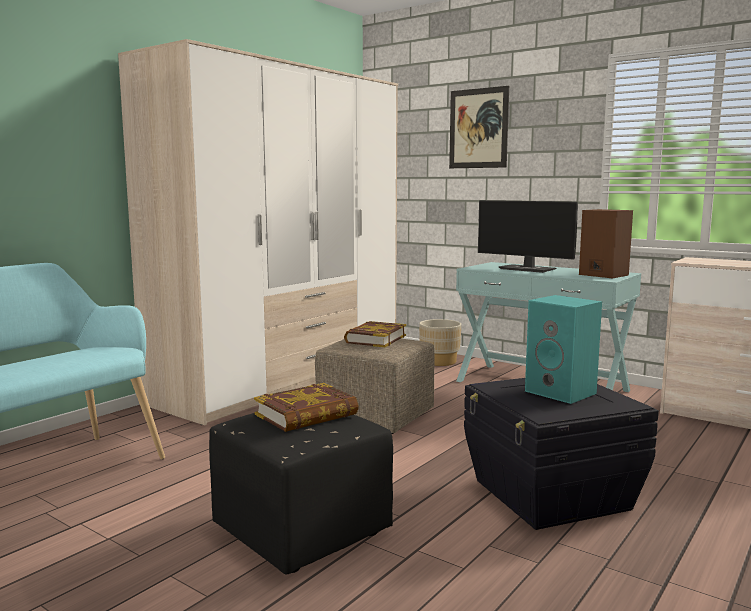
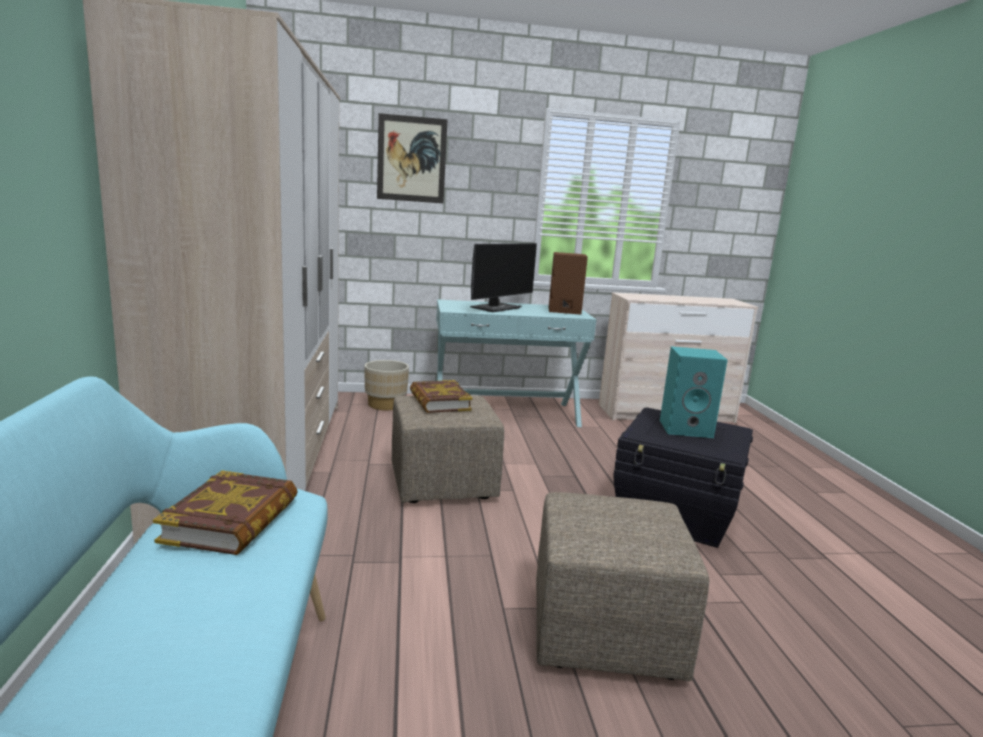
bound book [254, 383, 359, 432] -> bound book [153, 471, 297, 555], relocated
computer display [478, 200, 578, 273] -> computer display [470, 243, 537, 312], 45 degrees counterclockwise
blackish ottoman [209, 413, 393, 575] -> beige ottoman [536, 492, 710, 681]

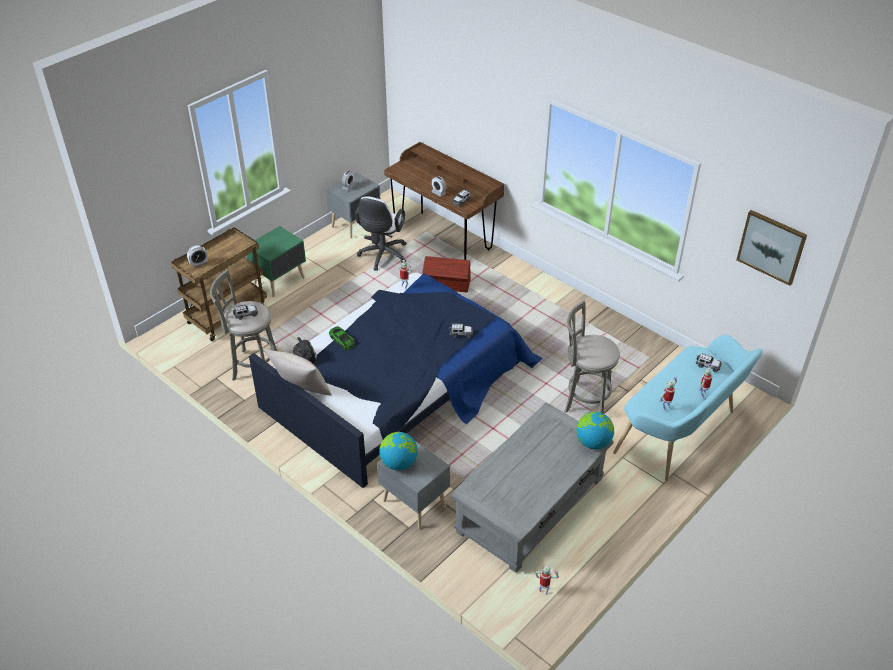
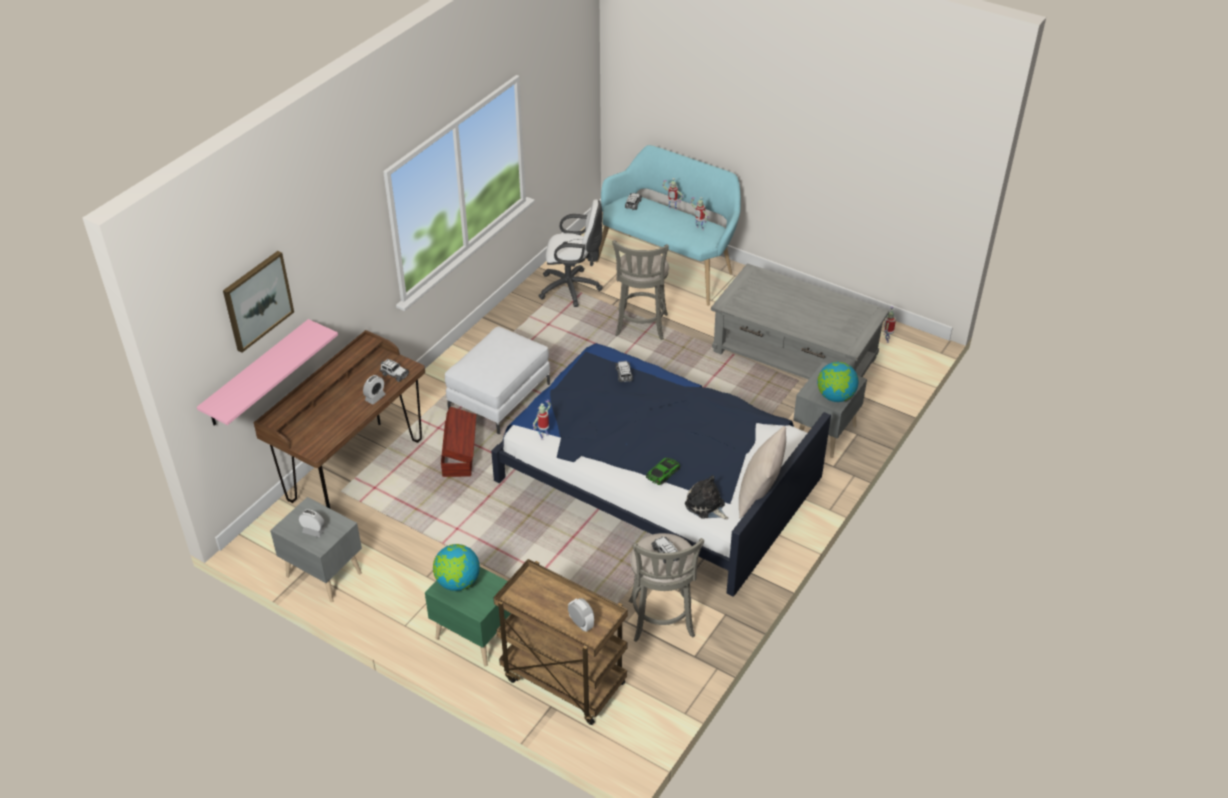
none -> pinkish bracket shelf [197, 319, 338, 426]
wall picture [737, 210, 807, 286] -> wall picture [223, 251, 294, 353], relocated
world globe [576, 412, 614, 449] -> world globe [433, 544, 480, 591], relocated
none -> white ottoman [445, 327, 550, 434]
white office chair [355, 196, 406, 271] -> white office chair [539, 199, 603, 307], relocated

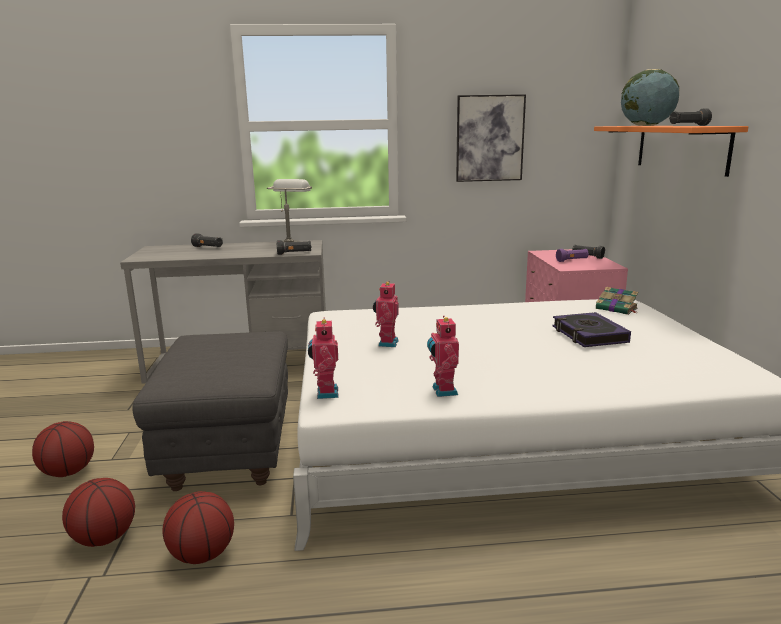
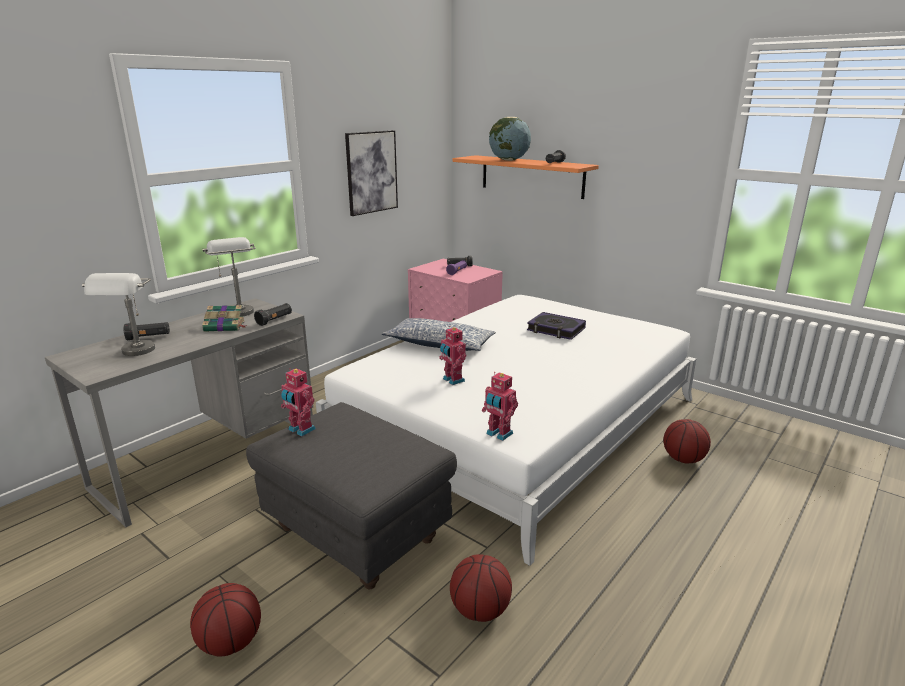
none -> grey lamp for a table [82, 273, 155, 356]
bound book [596, 287, 639, 315] -> bound book [202, 305, 245, 332], relocated
robot figure [427, 315, 459, 397] -> robot figure [281, 368, 316, 437], relocated
none -> pillow [382, 318, 496, 351]
ball for basketball [62, 478, 135, 547] -> ball for basketball [663, 419, 711, 464], relocated

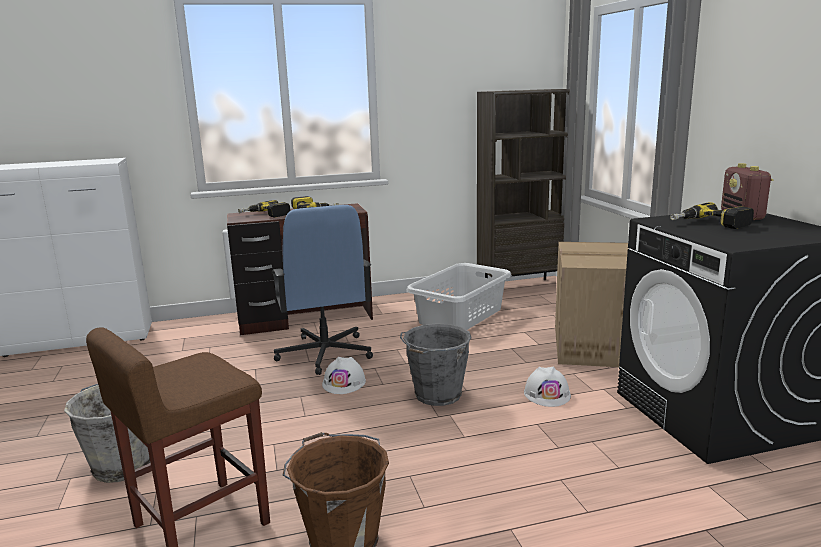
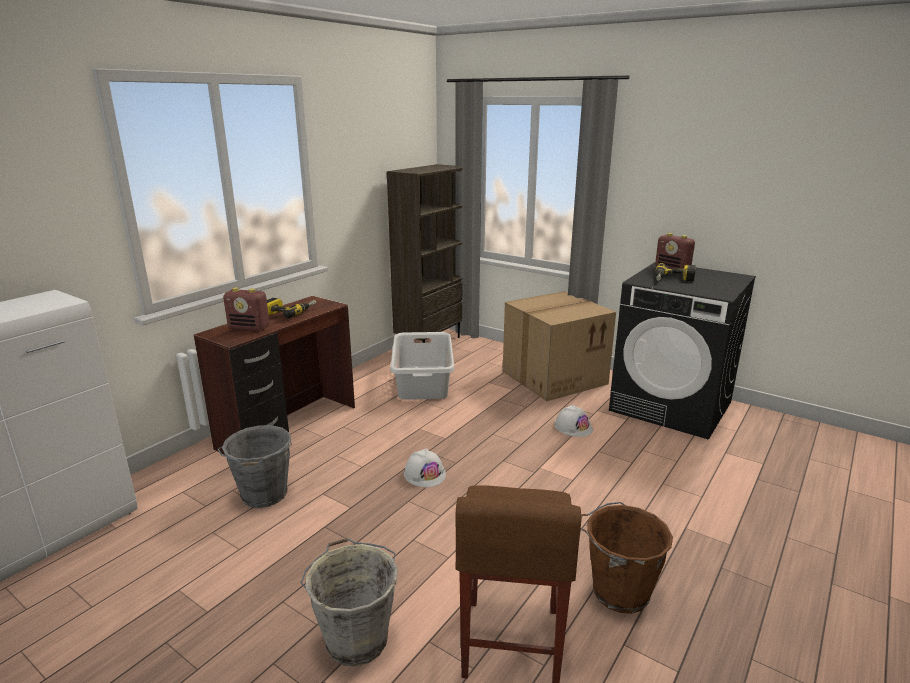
grey water bucket [400, 323, 472, 406] -> grey water bucket [217, 425, 292, 508], relocated
power drill [238, 200, 291, 218] -> radio receiver [223, 287, 269, 331]
bluish office chair [271, 205, 373, 375] -> none

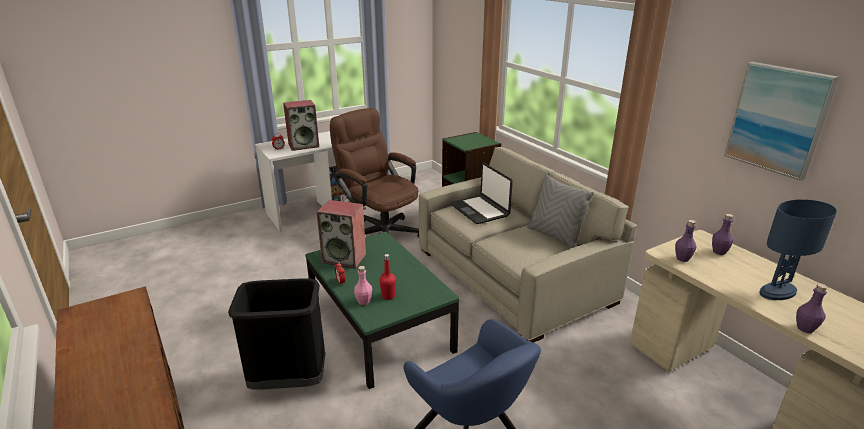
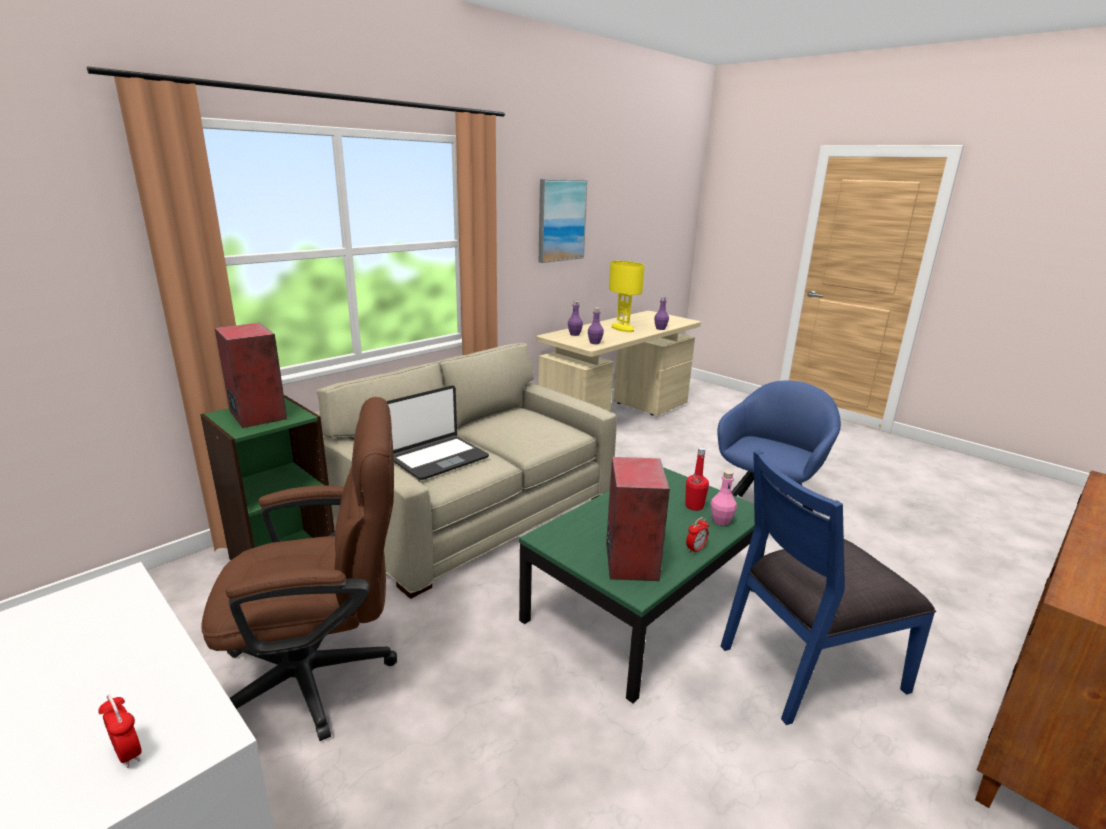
brownish office chair [330, 108, 419, 237] -> brownish office chair [201, 397, 397, 741], 135 degrees counterclockwise
speaker [283, 100, 319, 151] -> speaker [215, 323, 287, 428], relocated
bluish lamp for a table [759, 199, 837, 300] -> yellow-coloured lamp for a table [609, 261, 644, 332]
blackish trash can [228, 278, 325, 390] -> bluish upright chair [721, 450, 936, 725]
grey pillow [527, 174, 594, 248] -> none

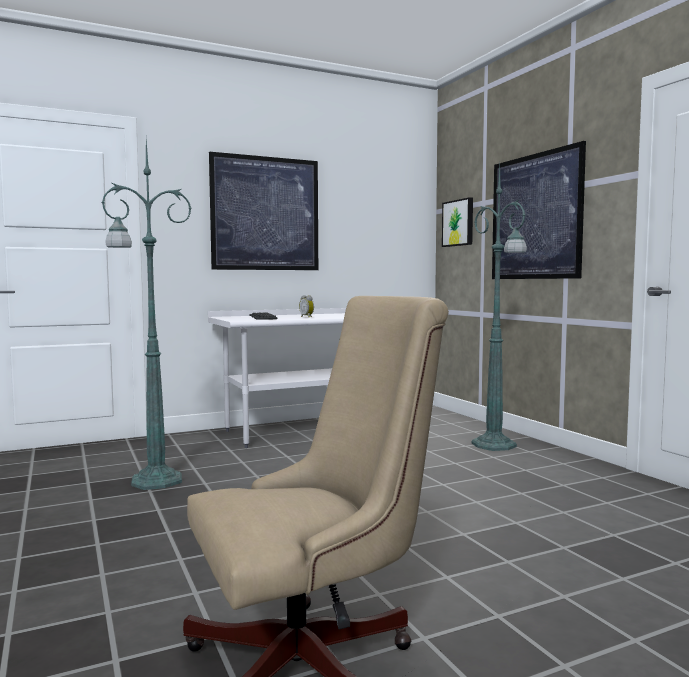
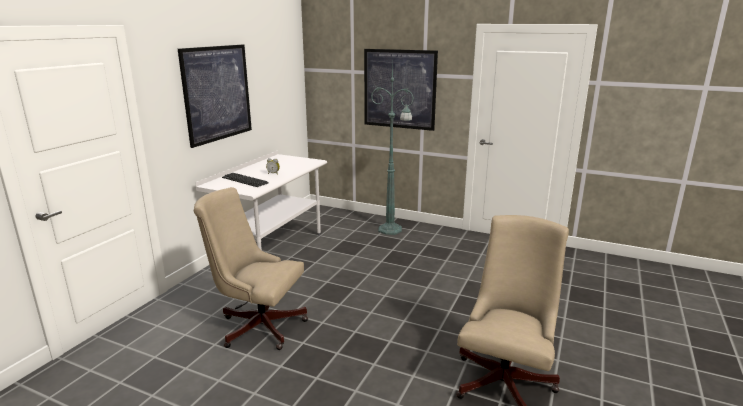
green-coloured standing lamp [101, 140, 192, 490] -> beige office chair [194, 187, 308, 350]
wall picture [442, 197, 473, 247] -> none

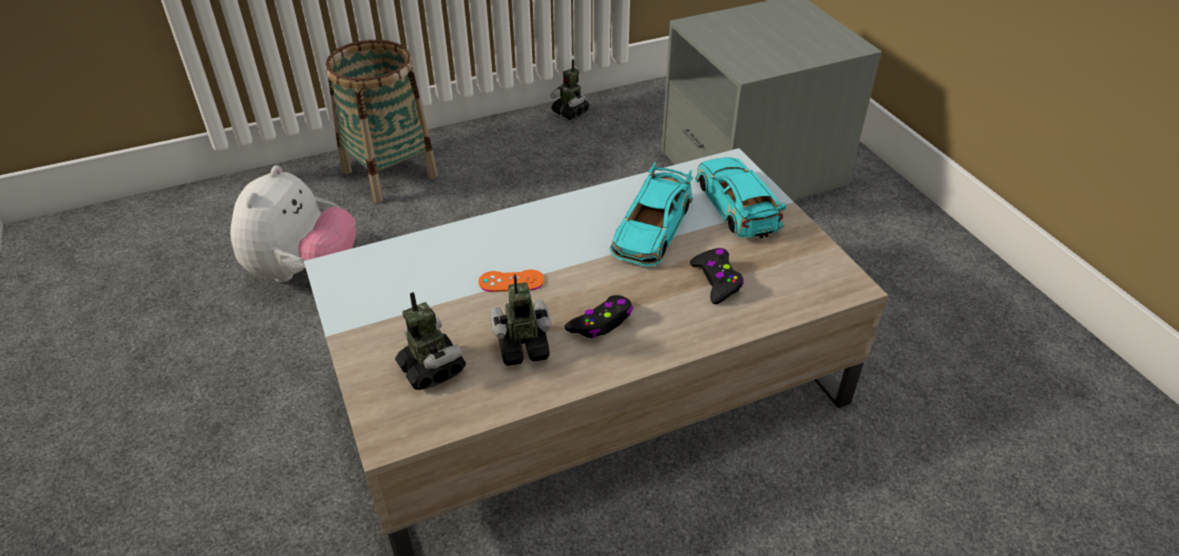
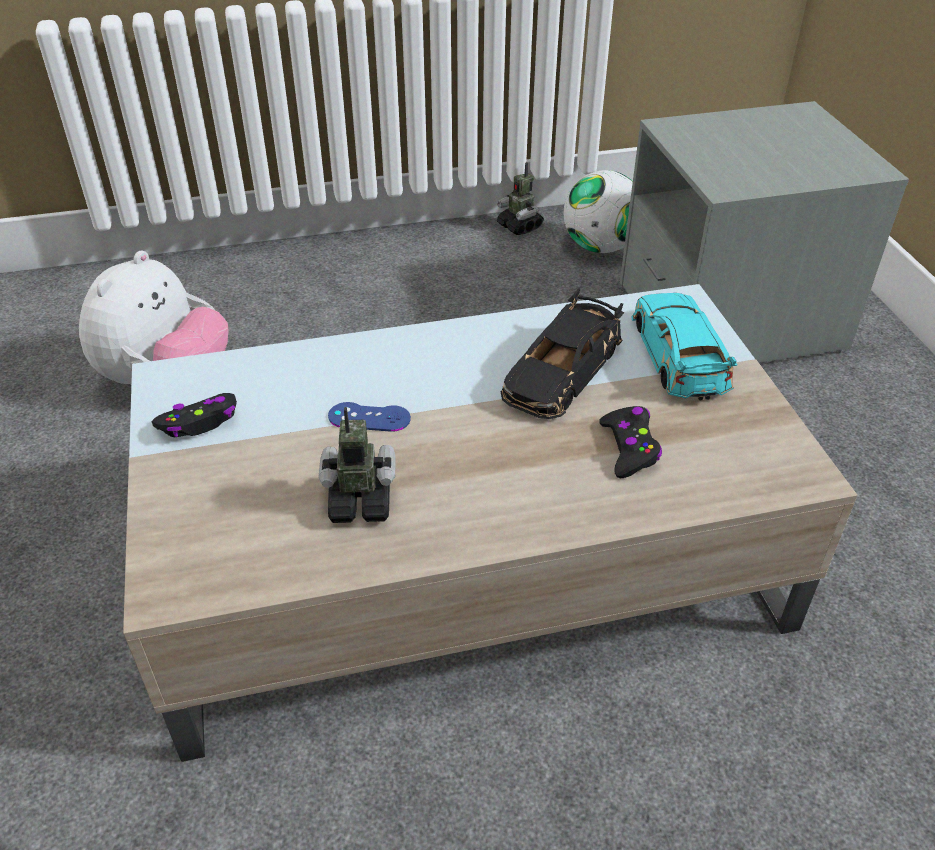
blackish game controller [564, 295, 633, 338] -> blackish game controller [152, 393, 237, 437], relocated
orange game controller [478, 269, 545, 292] -> bluish game controller [328, 402, 411, 432]
turquoise-coloured toy car [610, 162, 693, 266] -> blackish toy car [501, 288, 624, 419]
none -> football ball [564, 170, 633, 253]
household basket [325, 40, 438, 203] -> none
robot figure [395, 292, 466, 390] -> none

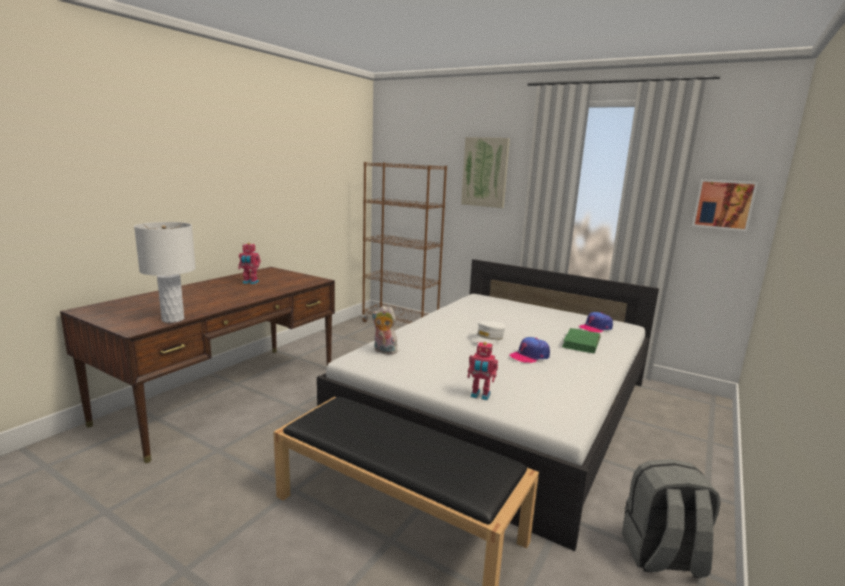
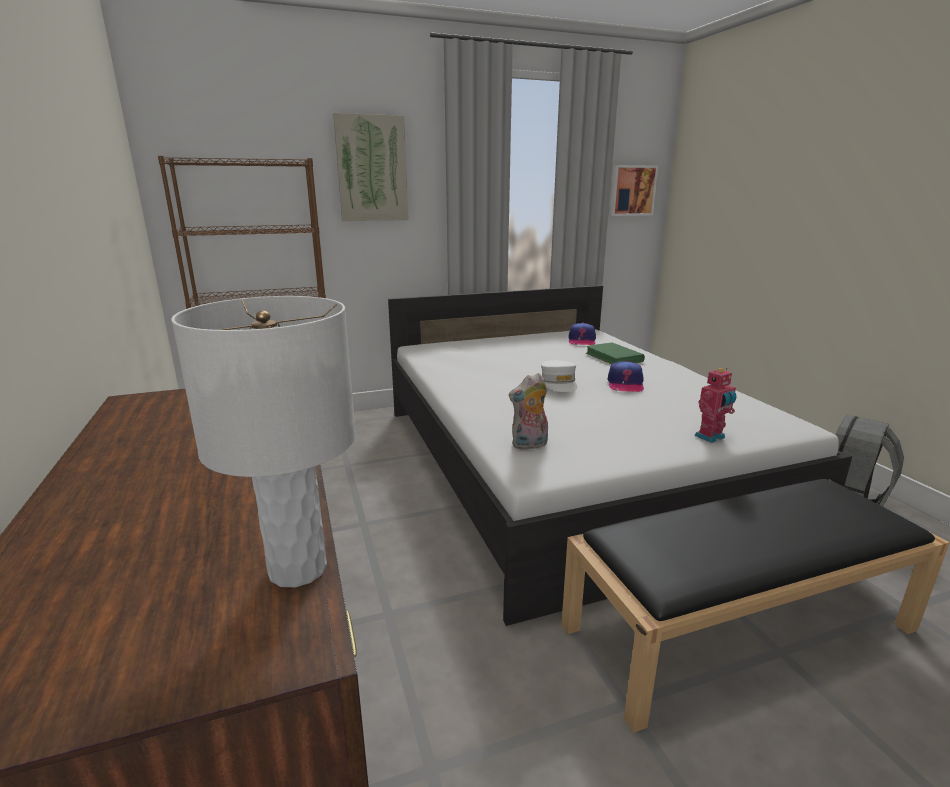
robot figure [238, 243, 261, 284] -> none

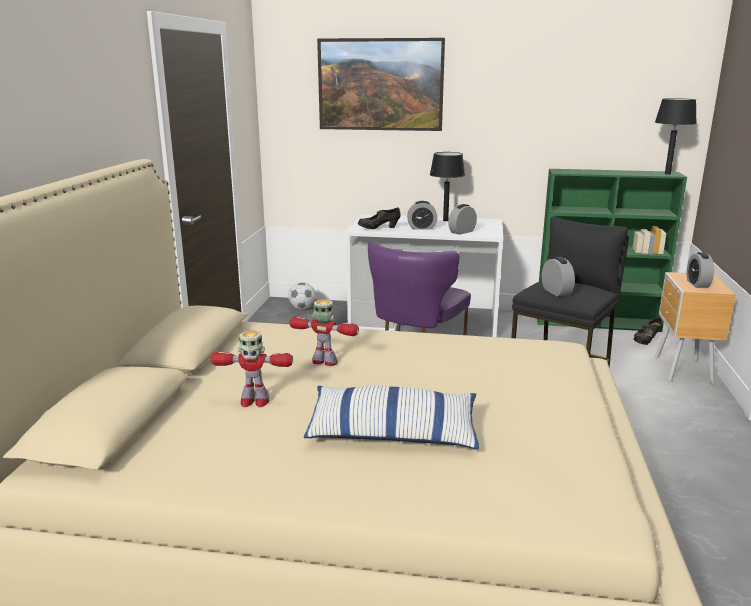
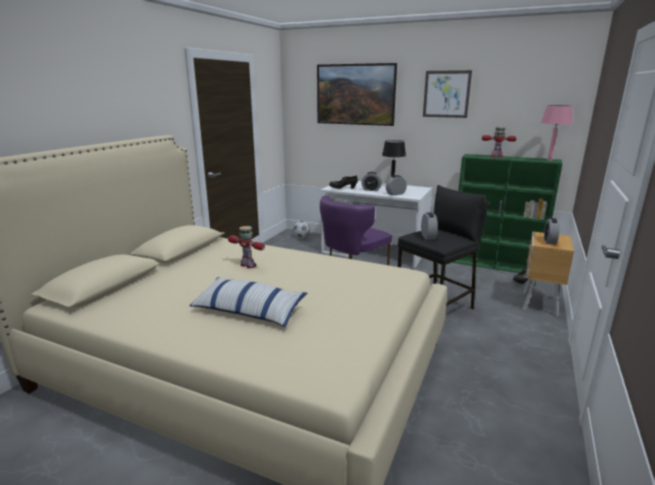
none -> wall picture [423, 70, 472, 118]
robot figure [211, 330, 293, 407] -> robot figure [482, 127, 517, 158], relocated
blackish lamp for a table [655, 98, 697, 175] -> pinkish lamp for a table [541, 105, 573, 161]

